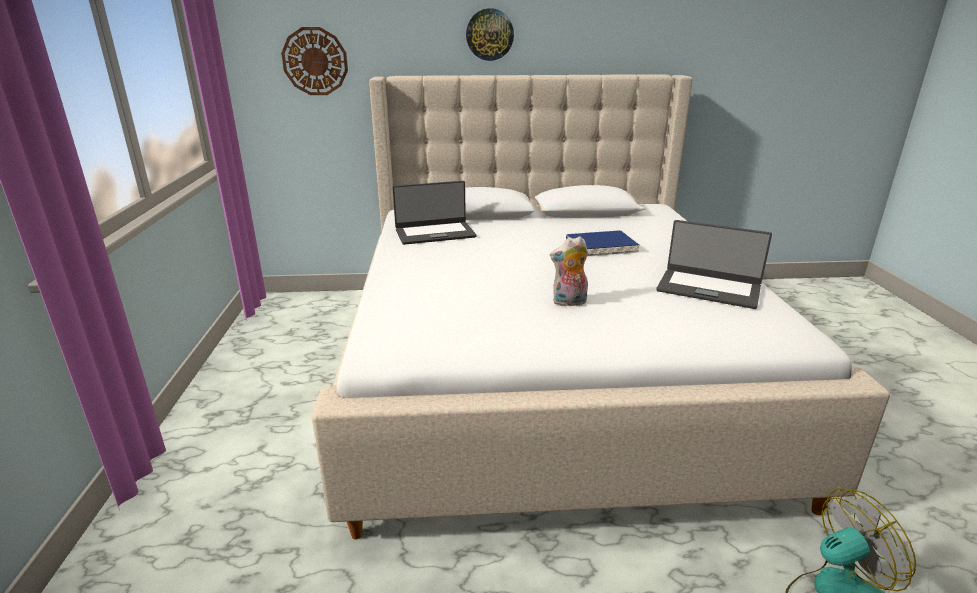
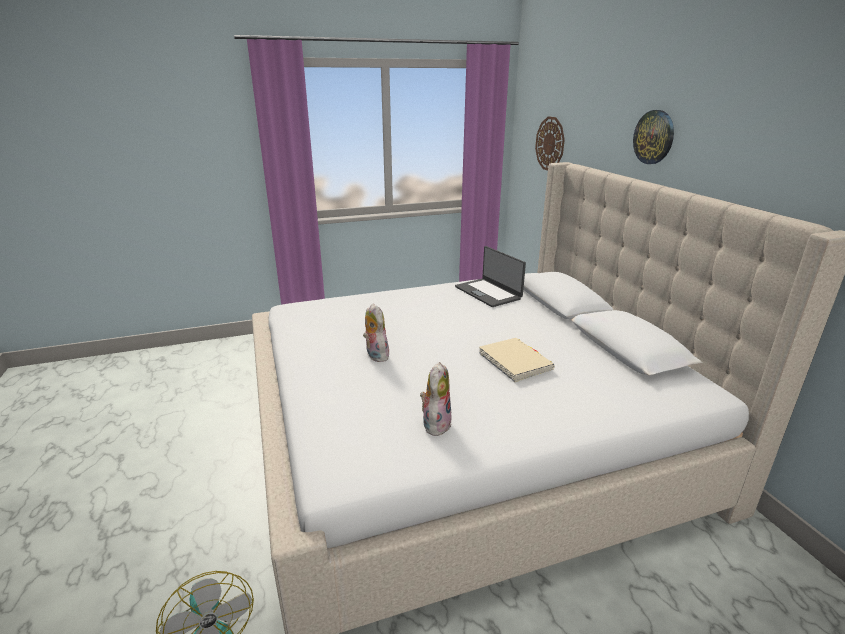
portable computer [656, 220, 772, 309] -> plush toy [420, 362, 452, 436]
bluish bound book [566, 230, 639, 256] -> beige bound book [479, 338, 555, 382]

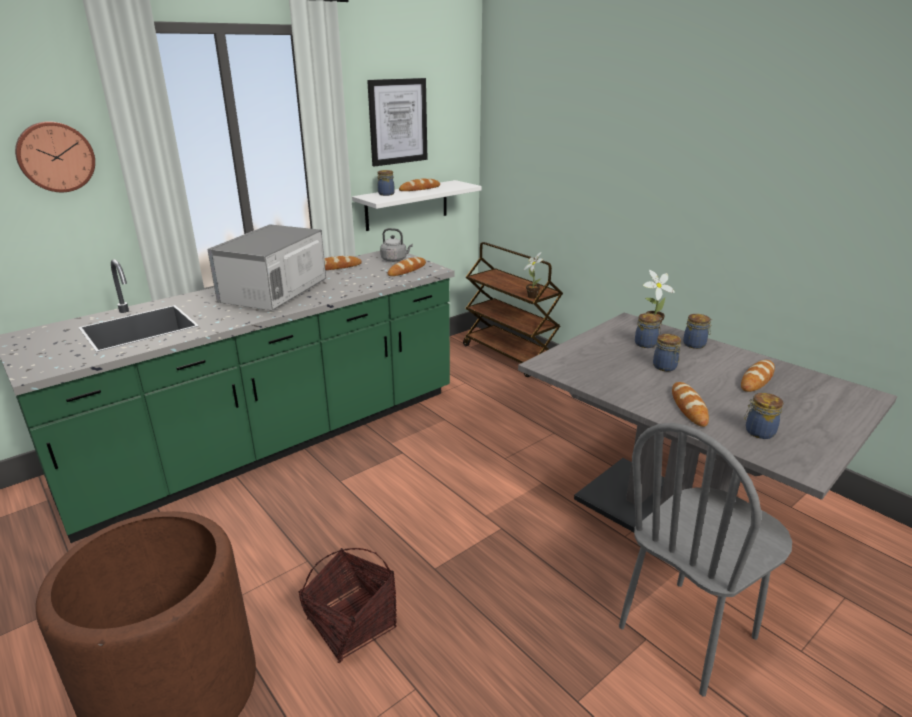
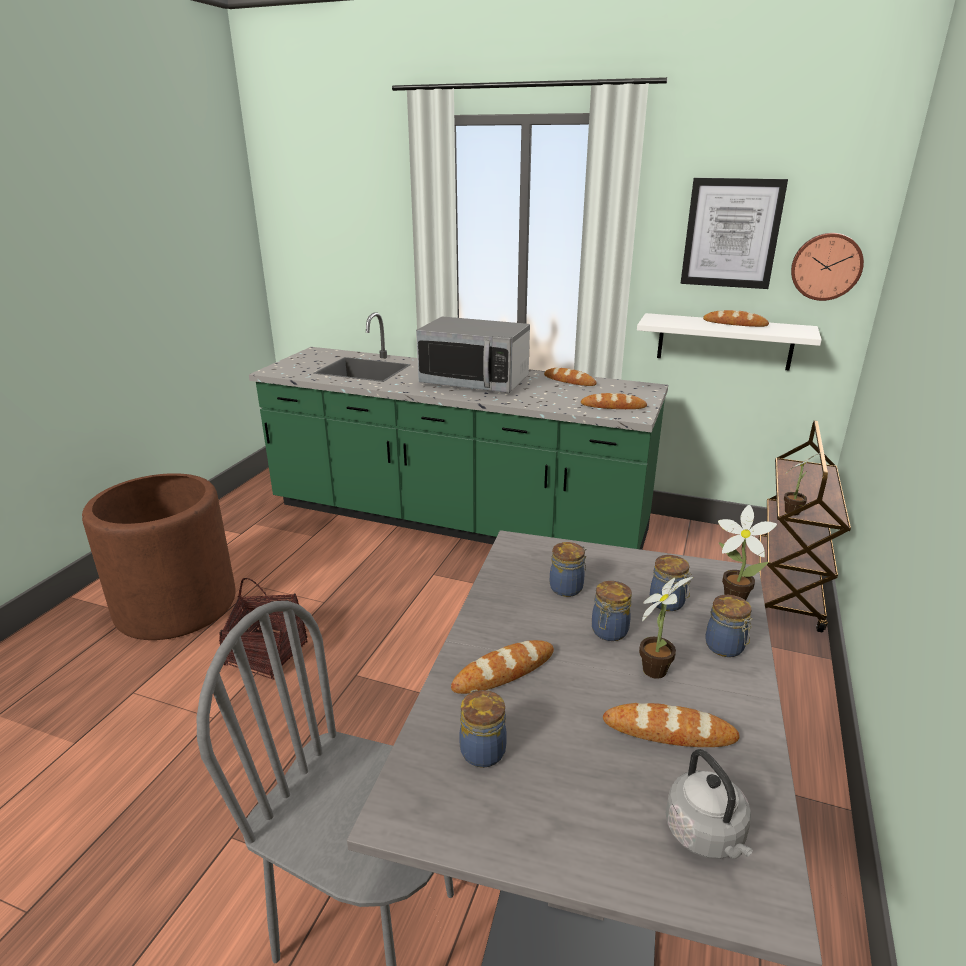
microwave [207, 224, 326, 311] -> microwave [416, 317, 530, 393], 150 degrees counterclockwise
storage jar [377, 170, 395, 196] -> storage jar [550, 542, 586, 597], relocated
none -> houseplant [639, 577, 693, 679]
grey kettle [380, 228, 413, 262] -> grey kettle [666, 749, 753, 859], relocated
hanging clock [15, 121, 95, 192] -> hanging clock [791, 233, 864, 301], relocated

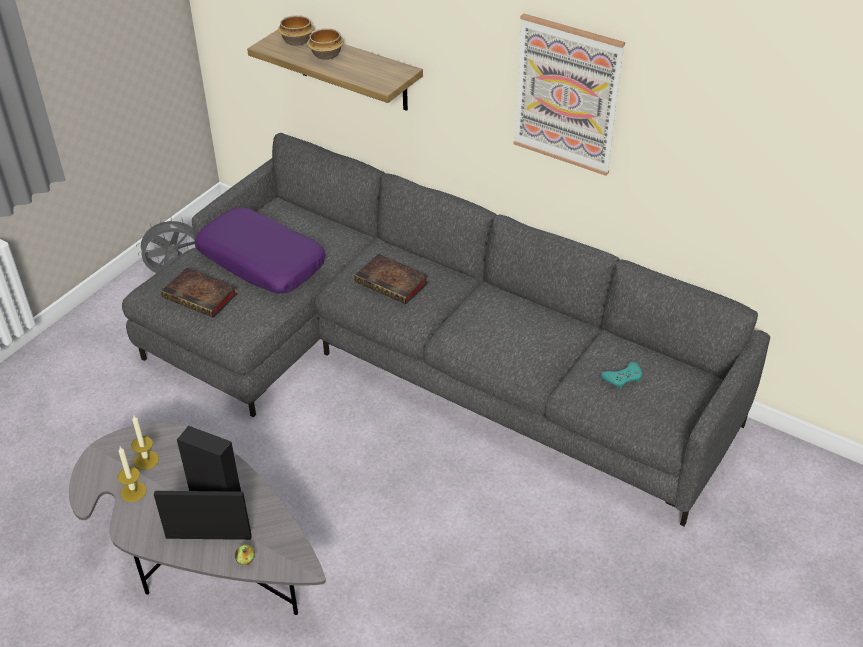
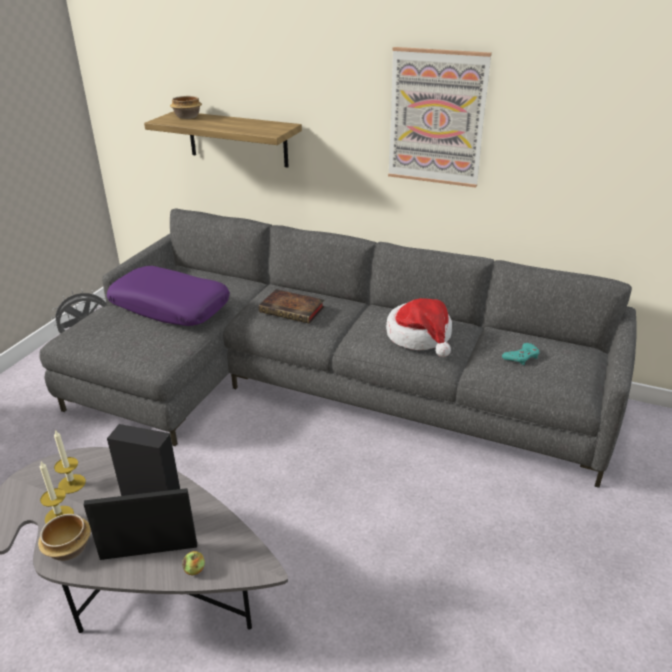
deep dish [307, 28, 344, 60] -> deep dish [38, 514, 91, 561], relocated
none -> clothing hat [386, 298, 452, 357]
bound book [161, 268, 238, 317] -> none

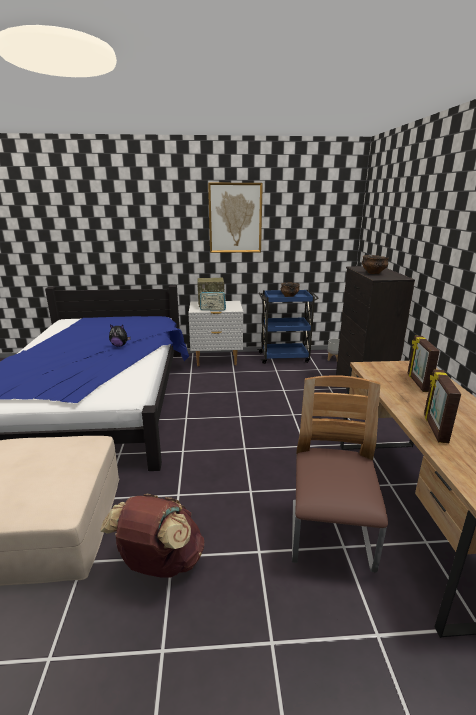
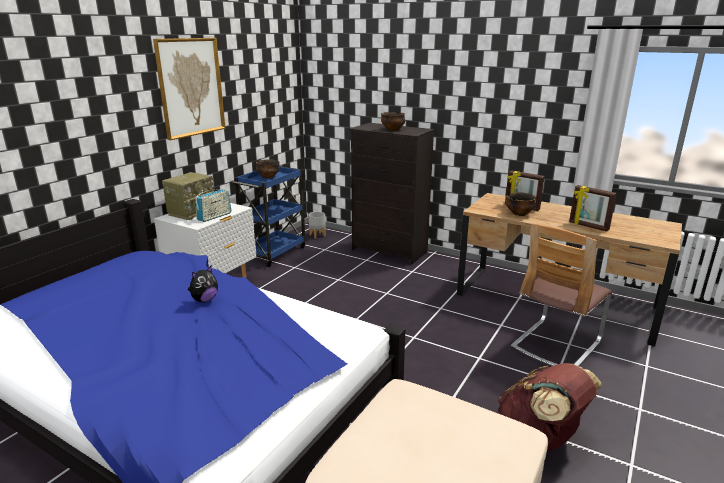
none -> deep dish [505, 192, 536, 216]
upright chair [292, 375, 388, 573] -> upright chair [511, 224, 612, 366], 90 degrees counterclockwise

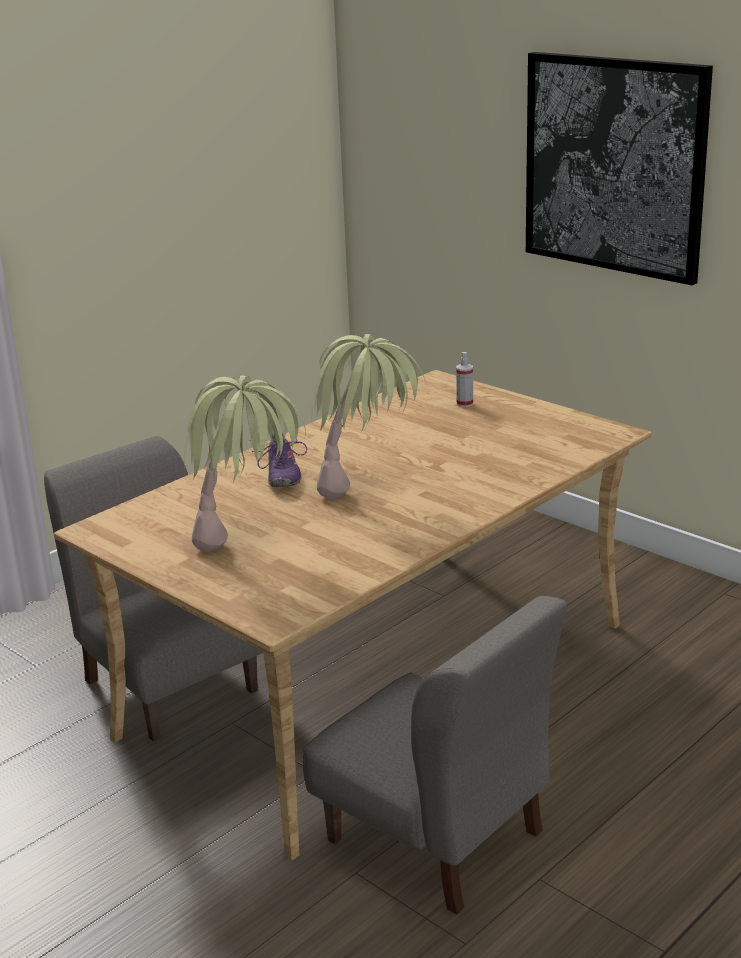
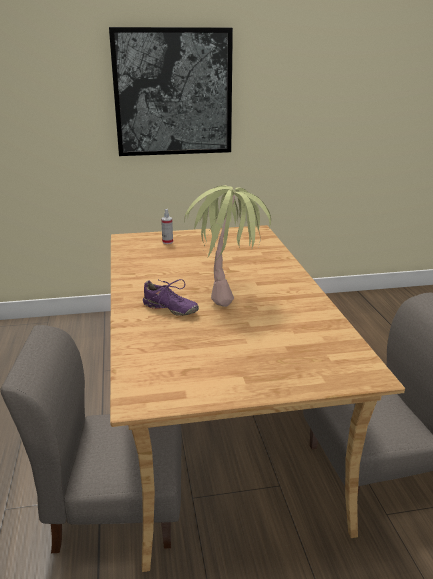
houseplant [184, 376, 306, 552] -> none

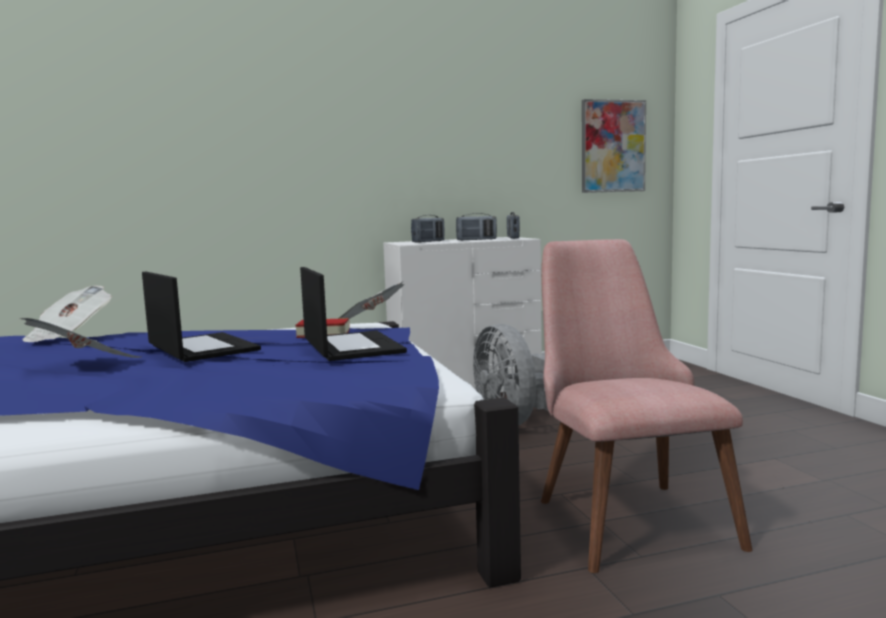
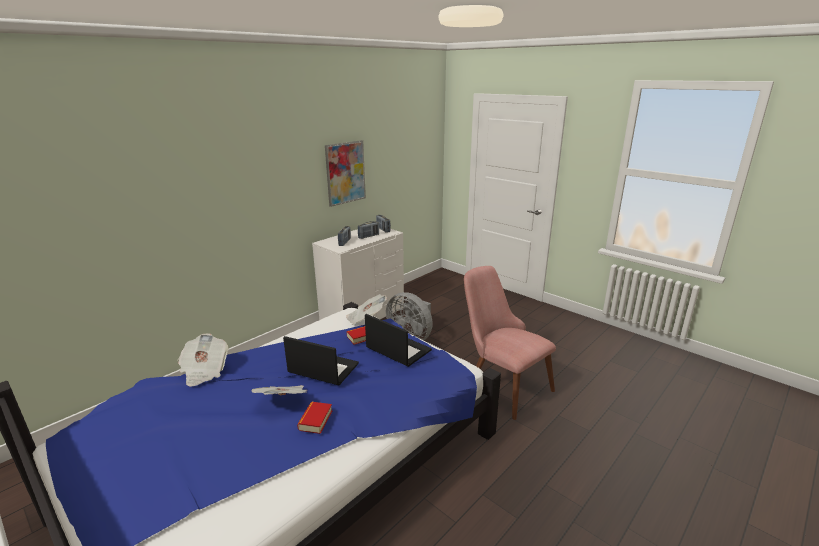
none -> bound book [297, 402, 332, 434]
wall picture [582, 99, 646, 193] -> wall picture [325, 140, 366, 207], relocated

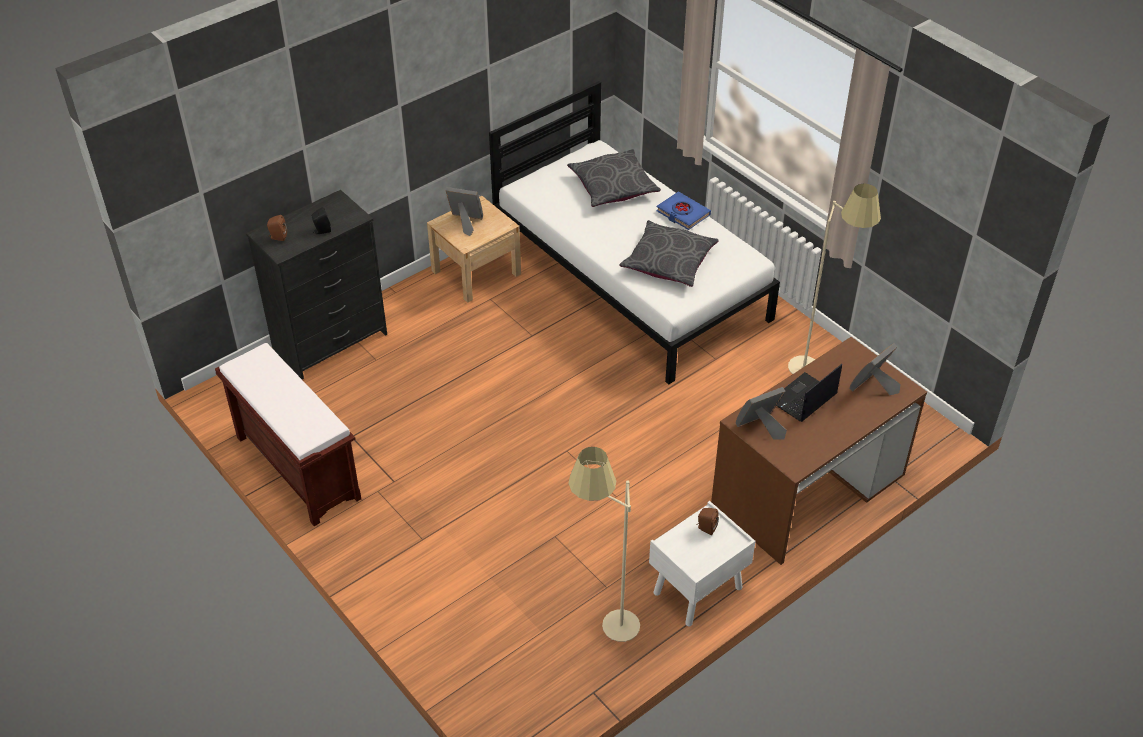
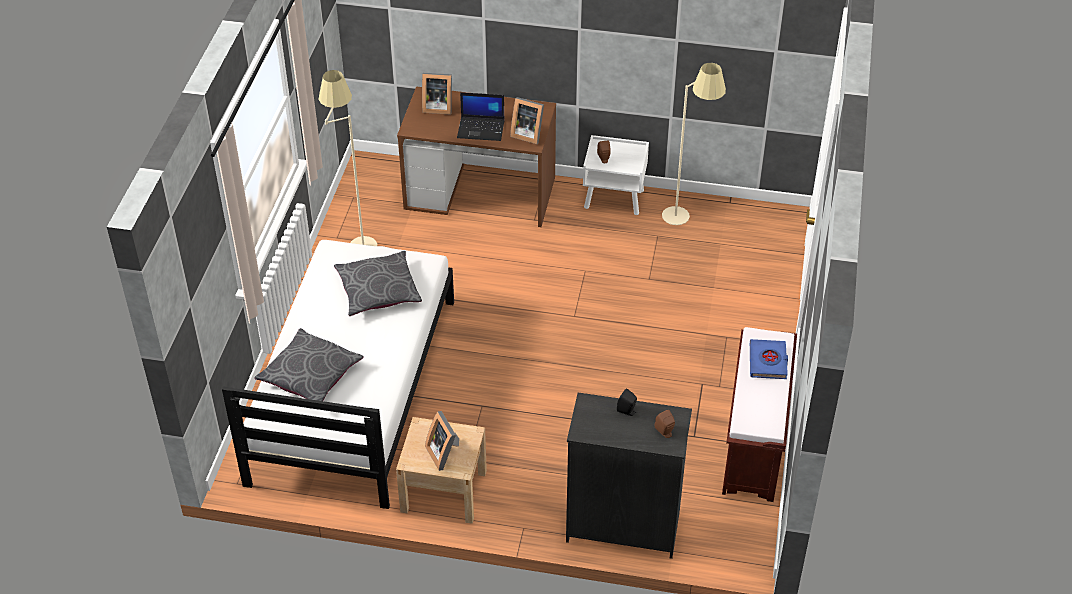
bluish bound book [656, 192, 711, 230] -> bluish bound book [750, 339, 788, 379], relocated

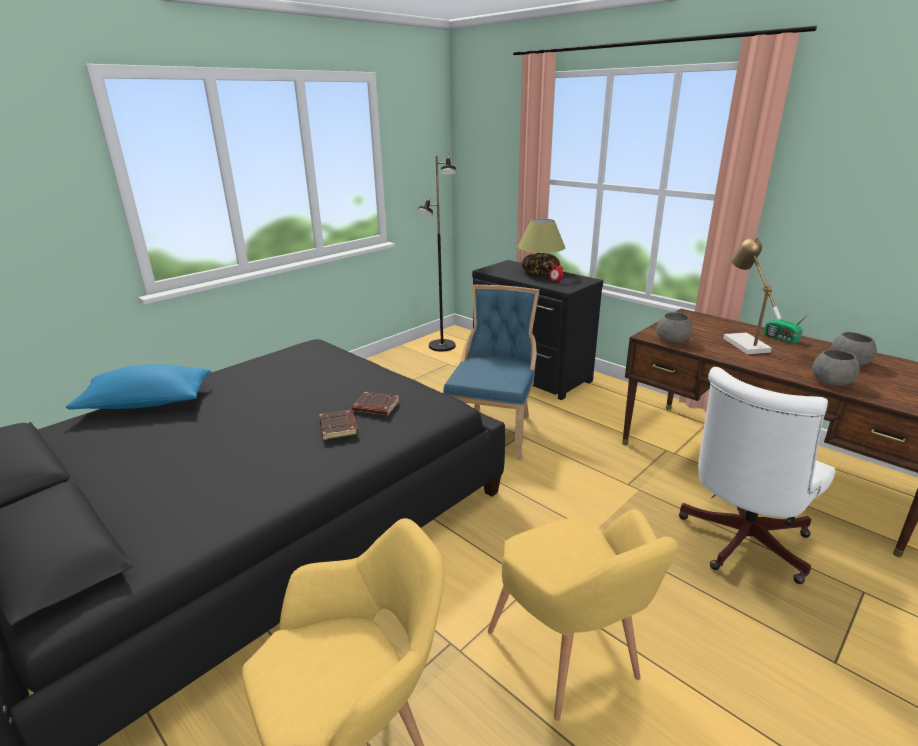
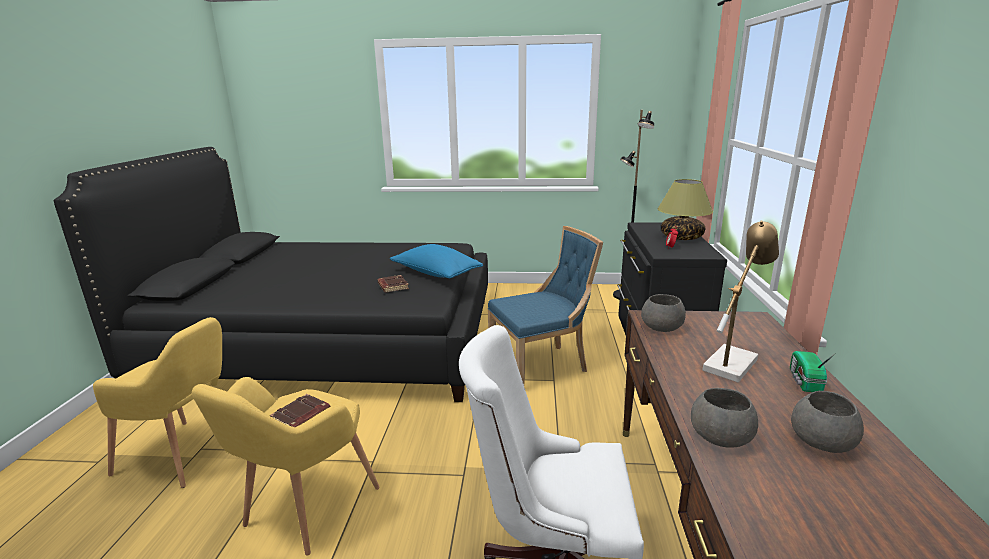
brownish bound book [319, 410, 358, 440] -> brownish bound book [270, 394, 331, 427], relocated
bluish pillow [66, 364, 211, 410] -> bluish pillow [390, 244, 483, 278], relocated

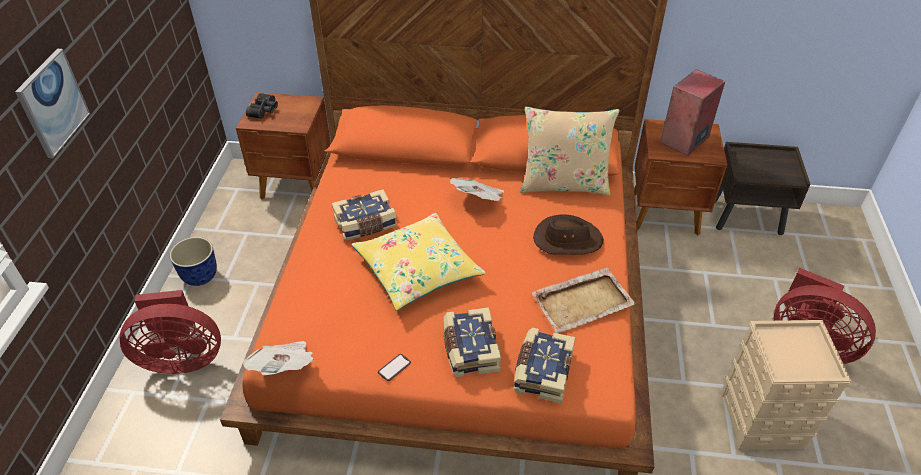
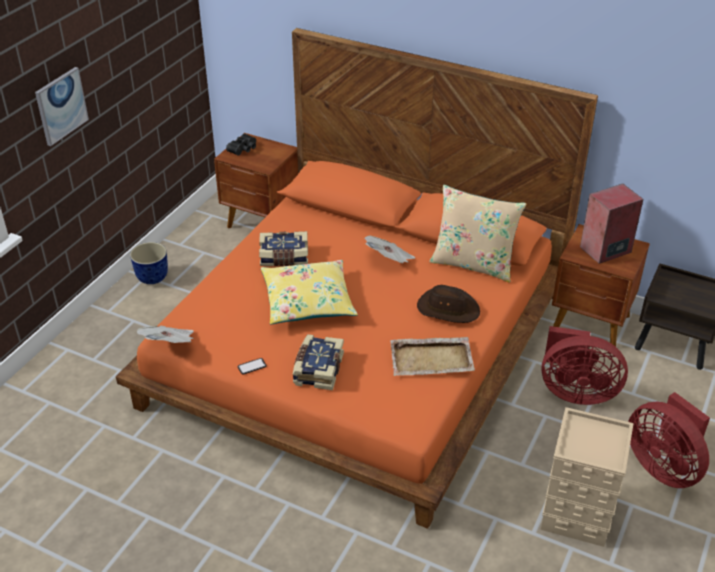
red-coloured electric fan [120, 290, 221, 374] -> red-coloured electric fan [541, 326, 628, 405], relocated
bound book [514, 328, 576, 404] -> none

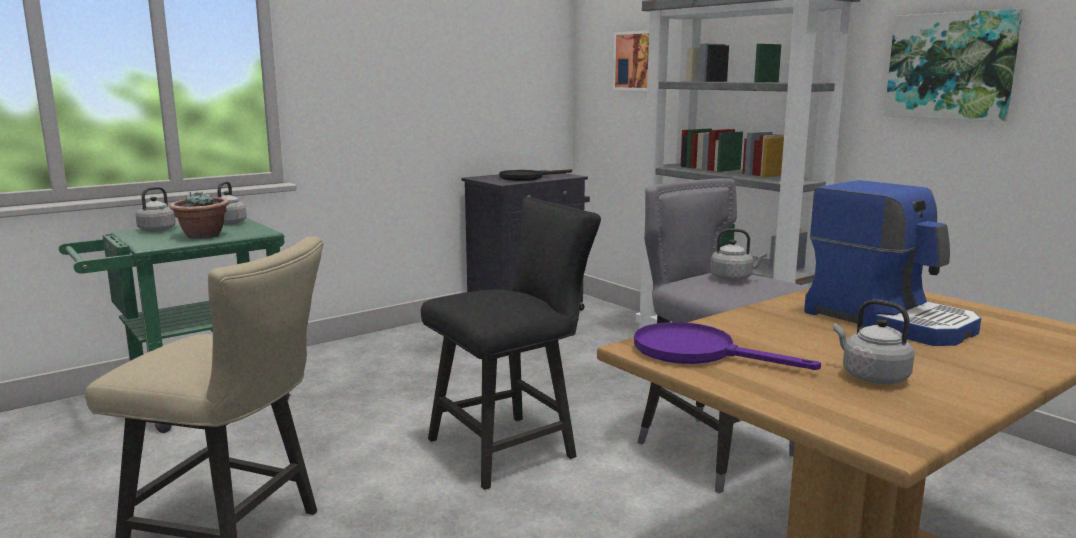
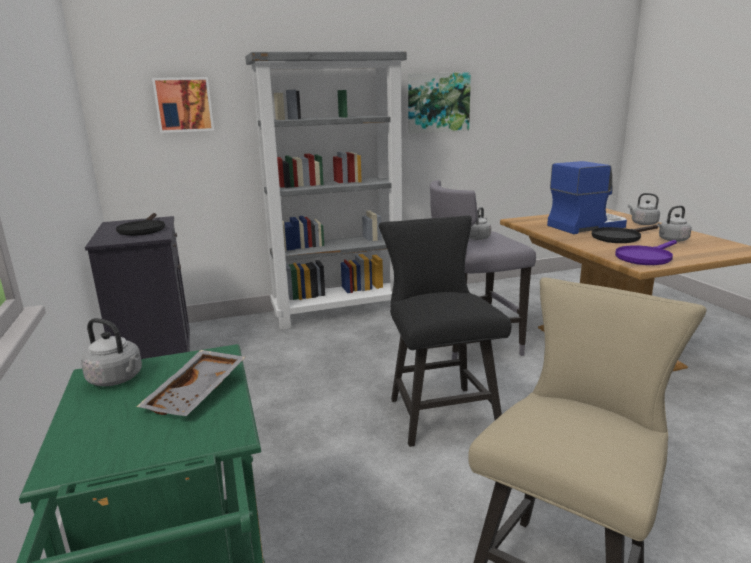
houseplant [169, 191, 229, 239] -> grey carrying tray [137, 350, 245, 416]
none -> blackish skillet [592, 225, 658, 243]
grey kettle [136, 187, 176, 232] -> grey kettle [628, 193, 660, 225], relocated

